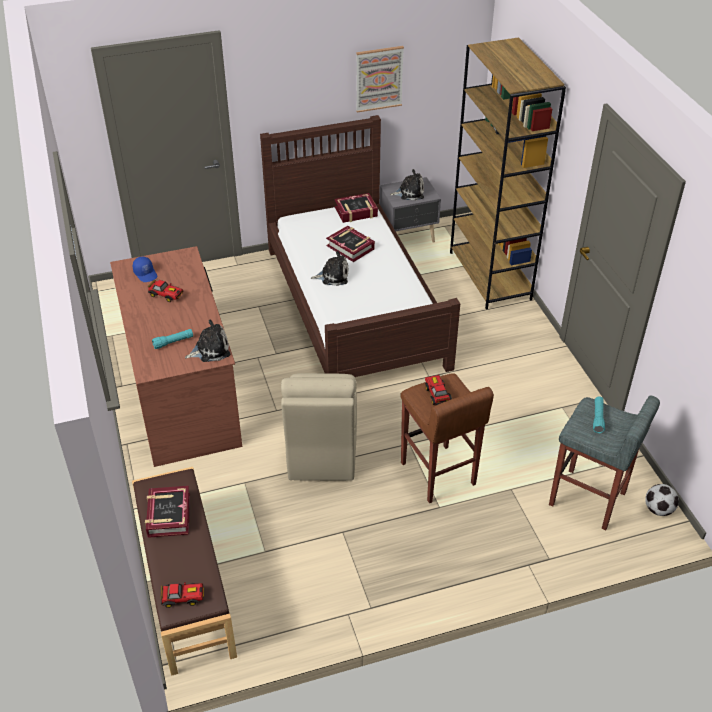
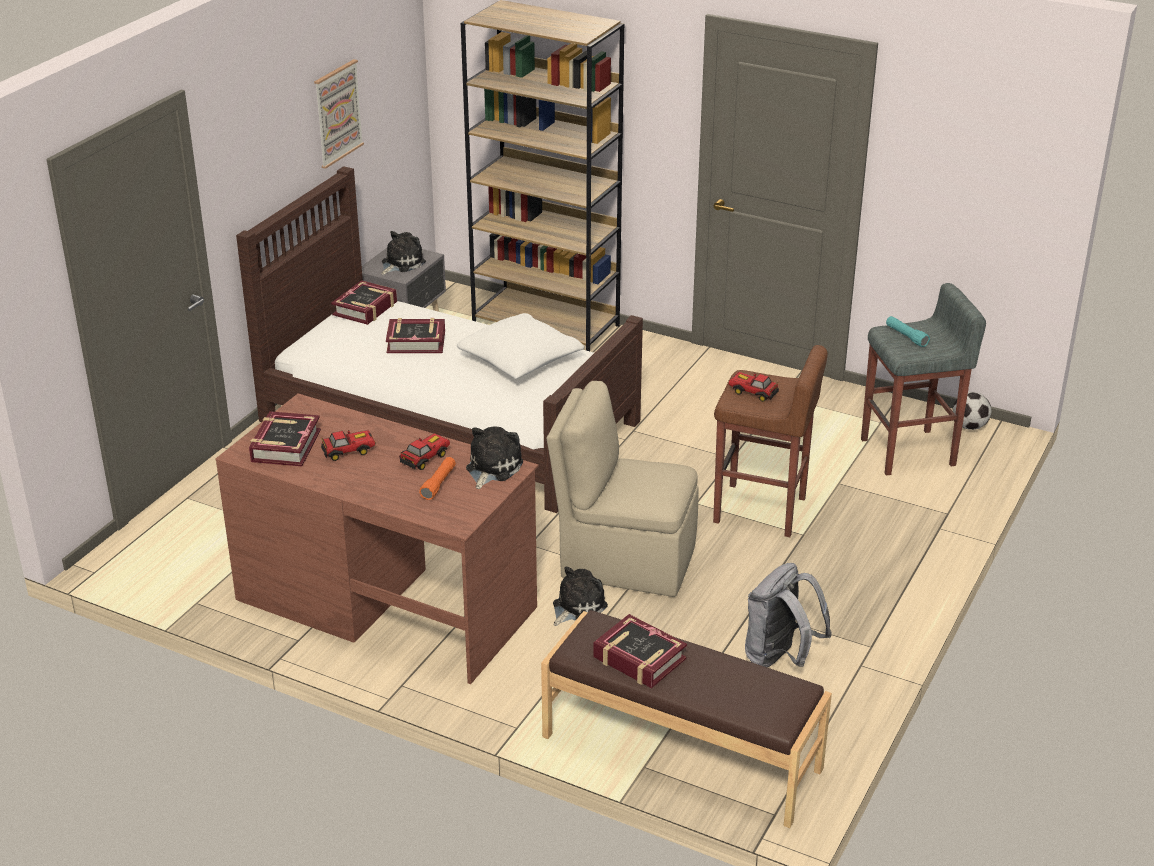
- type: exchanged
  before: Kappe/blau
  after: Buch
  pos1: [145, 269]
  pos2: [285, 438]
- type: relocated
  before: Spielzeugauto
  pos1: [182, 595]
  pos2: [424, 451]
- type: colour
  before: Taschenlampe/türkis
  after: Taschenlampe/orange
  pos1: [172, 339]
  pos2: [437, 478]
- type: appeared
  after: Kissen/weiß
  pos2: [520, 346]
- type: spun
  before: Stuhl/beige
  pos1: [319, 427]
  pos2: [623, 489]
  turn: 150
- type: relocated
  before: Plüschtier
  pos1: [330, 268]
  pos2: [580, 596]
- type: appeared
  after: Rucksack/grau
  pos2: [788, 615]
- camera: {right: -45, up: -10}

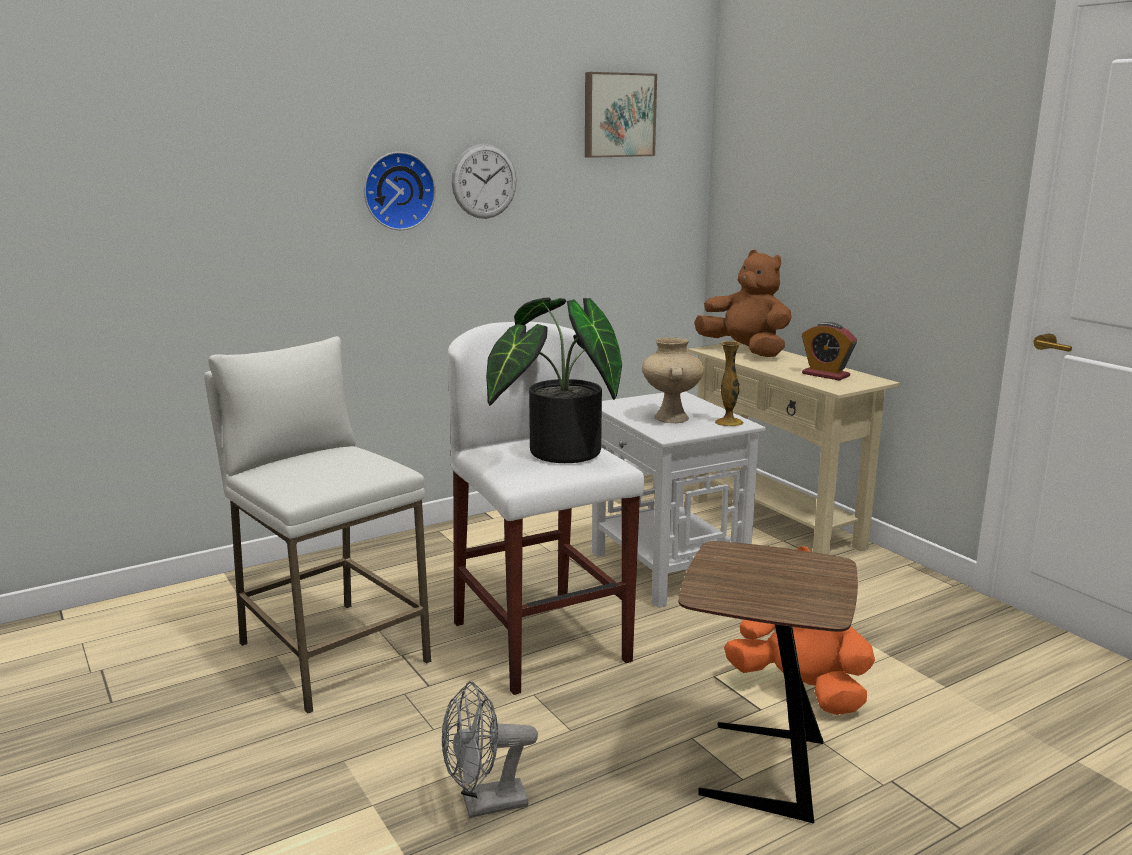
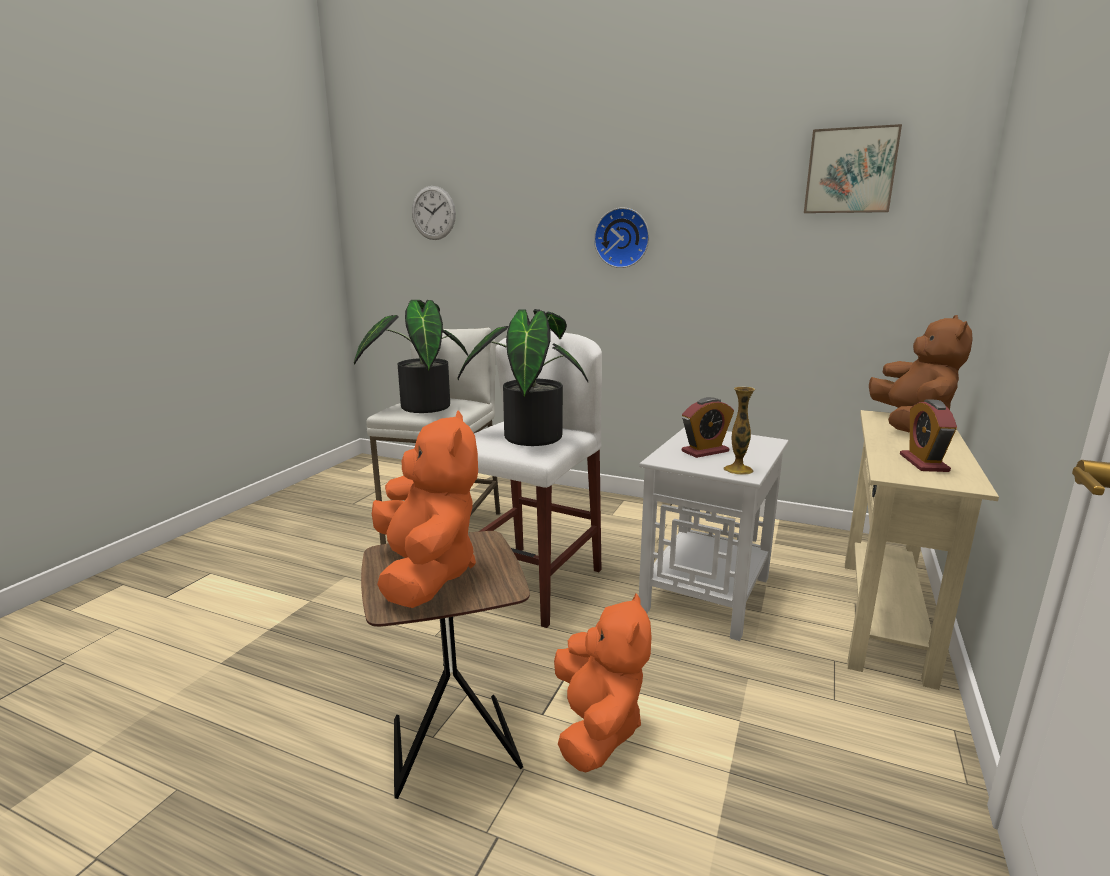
- type: appeared
  after: Topfpflanze
  pos2: [411, 356]
- type: appeared
  after: Plüschtier/orange
  pos2: [425, 509]
- type: relocated
  before: Wanduhr
  pos1: [484, 181]
  pos2: [434, 213]
- type: exchanged
  before: Vase/beige
  after: Wecker
  pos1: [673, 380]
  pos2: [708, 427]
- type: missing
  before: Ventilator/grau
  pos1: [490, 749]
- camera: {right: 55, up: 0}

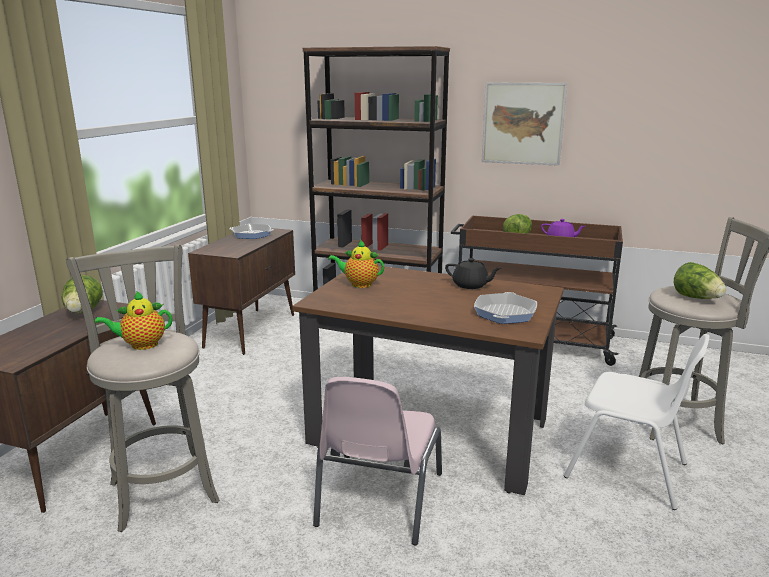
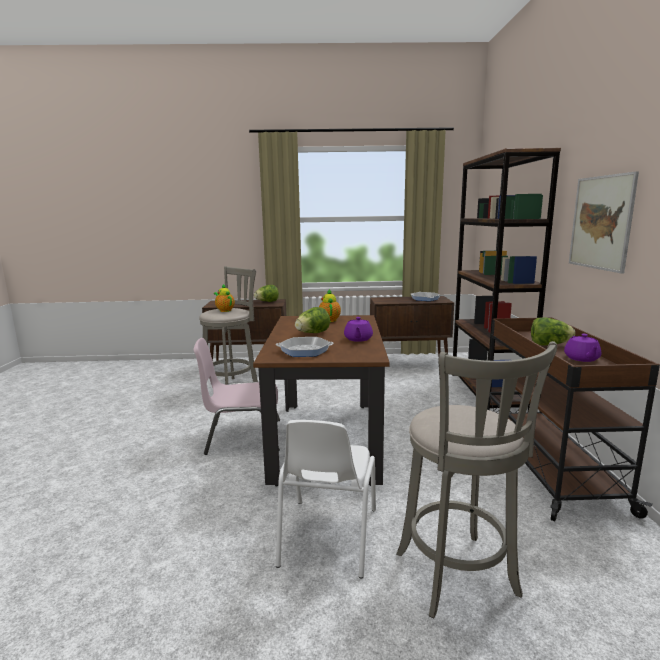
- type: relocated
  before: Salatkopf
  pos1: [700, 280]
  pos2: [312, 320]
- type: colour
  before: Teekanne/schwarz
  after: Teekanne/lila
  pos1: [473, 273]
  pos2: [358, 329]
- camera: {right: 70, up: -5}

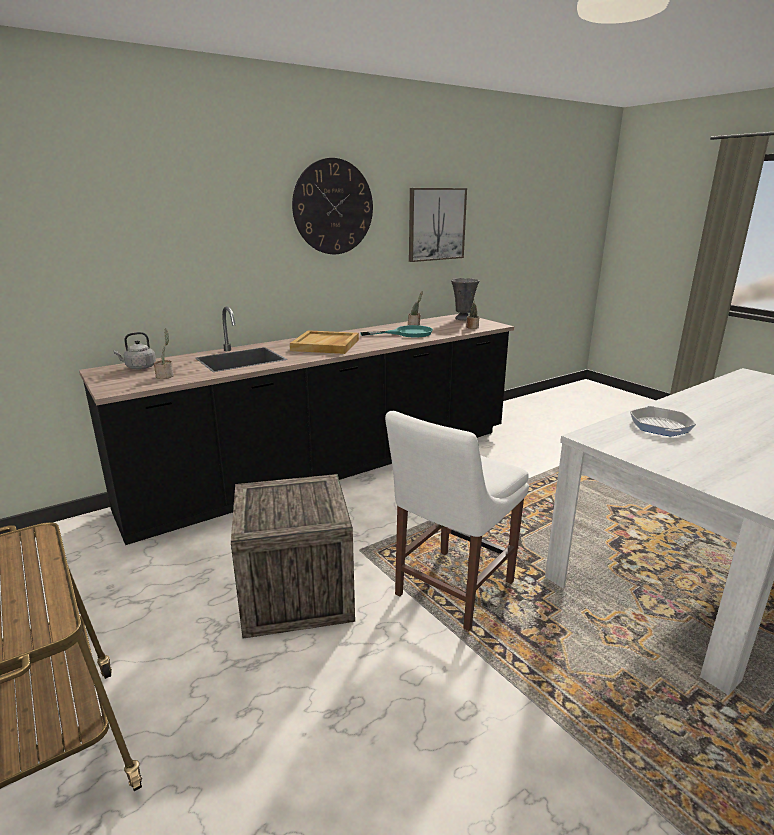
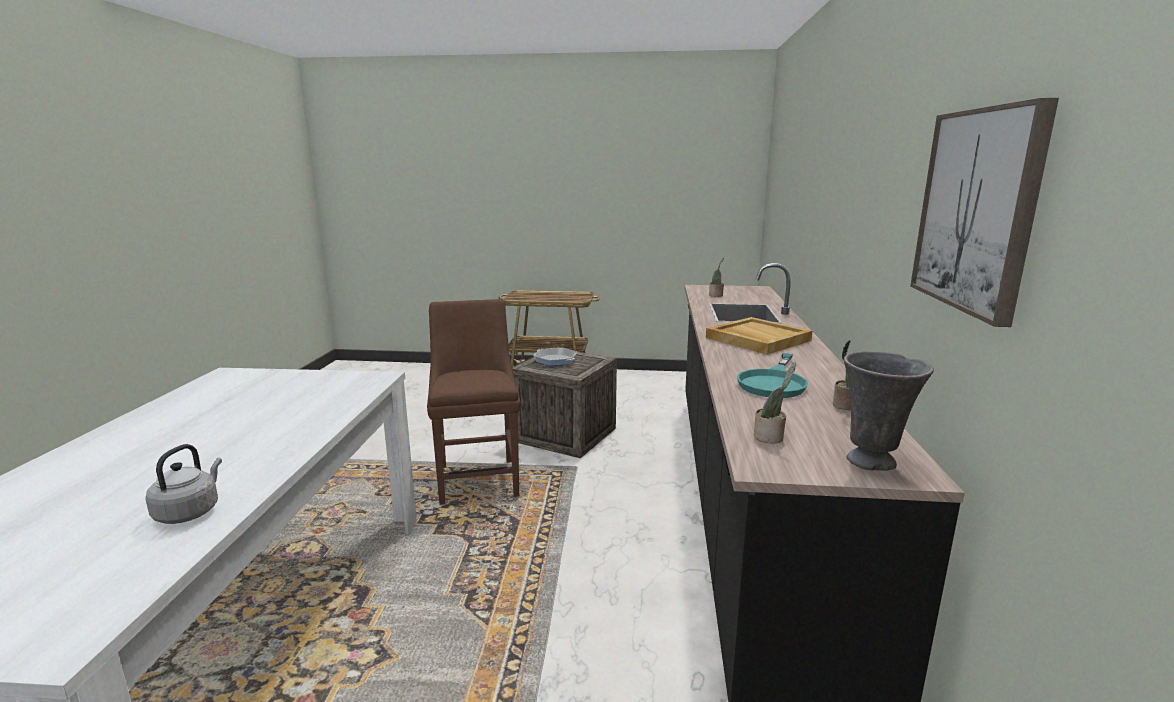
- type: relocated
  before: Wasserkessel/grau
  pos1: [134, 351]
  pos2: [184, 484]
- type: colour
  before: Stuhl/weiß
  after: Stuhl/braun
  pos1: [457, 521]
  pos2: [474, 402]
- type: relocated
  before: Pfanne
  pos1: [663, 421]
  pos2: [555, 356]
- type: missing
  before: Wanduhr
  pos1: [332, 206]
- camera: {right: 130, up: -5}

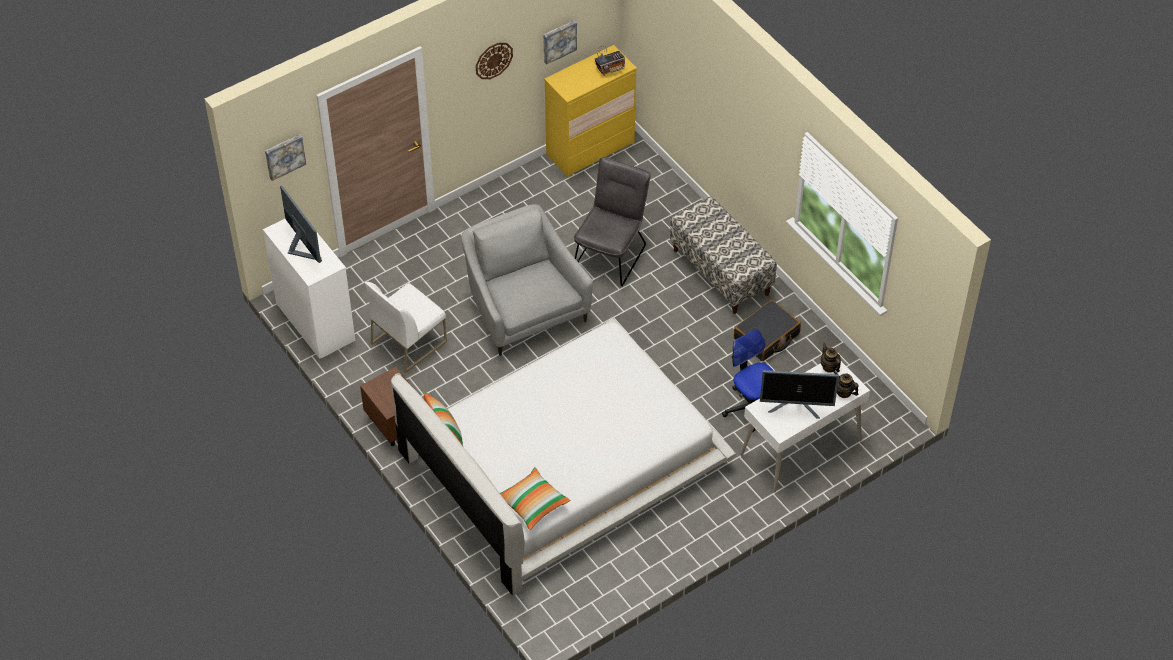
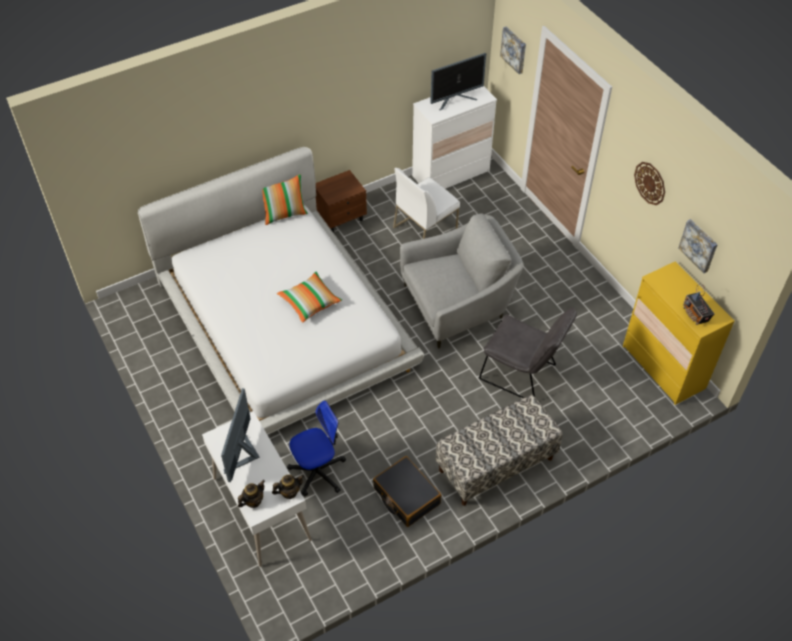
- type: relocated
  before: Kissen
  pos1: [535, 498]
  pos2: [309, 297]
- type: spun
  before: Stuhl/weiß
  pos1: [406, 327]
  pos2: [426, 203]
  turn: -90
- camera: {right: 95, up: 0}

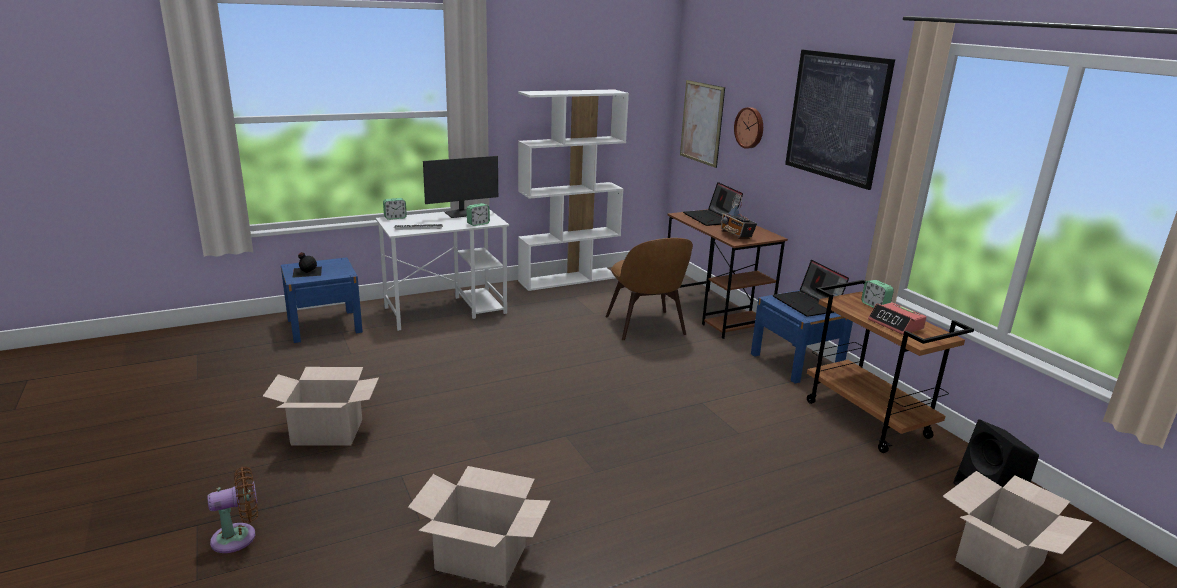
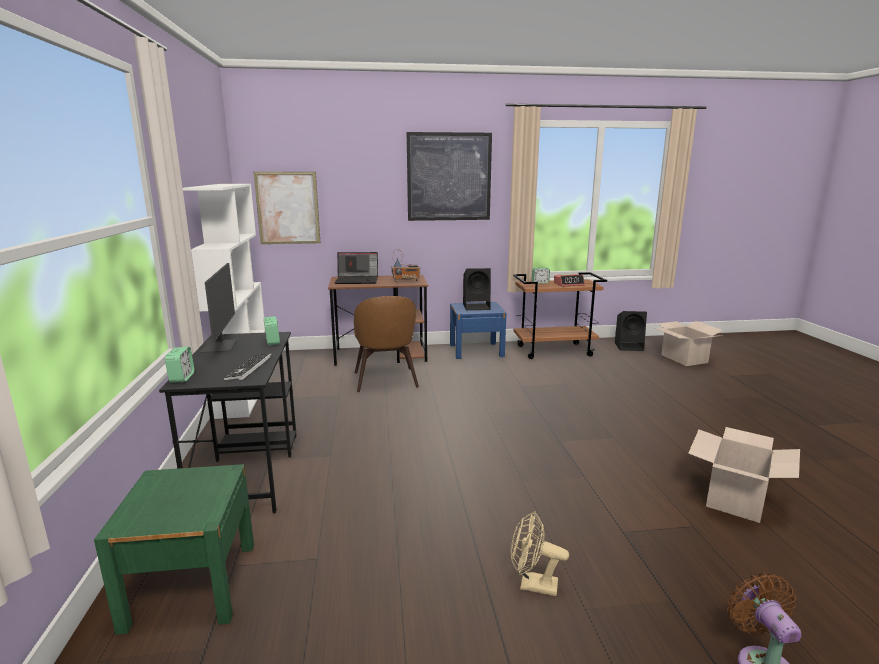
- type: colour
  before: Nachttisch/blau
  after: Nachttisch/grün
  pos1: [322, 300]
  pos2: [174, 549]
- type: colour
  before: Schreibtisch/weiß
  after: Schreibtisch/schwarz
  pos1: [442, 270]
  pos2: [228, 422]
- type: spun
  before: Stuhl/braun
  pos1: [649, 289]
  pos2: [386, 344]
  turn: 75
- type: exchanged
  before: Laptop
  after: Lautsprecher/schwarz
  pos1: [811, 288]
  pos2: [477, 289]
- type: exchanged
  before: Karton
  after: Ventilator/beige
  pos1: [321, 406]
  pos2: [540, 553]
- type: missing
  before: Flasche/schwarz
  pos1: [307, 265]
- type: missing
  before: Wanduhr
  pos1: [748, 128]
- camera: {right: -70, up: -5}

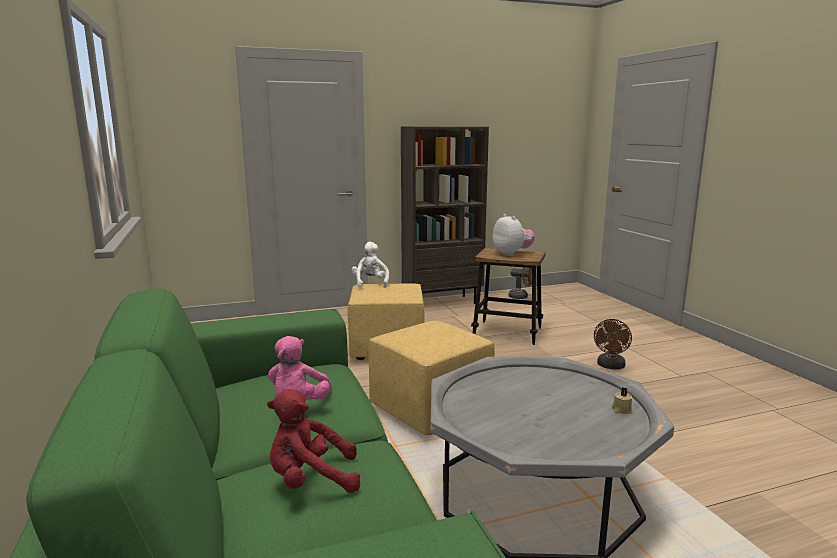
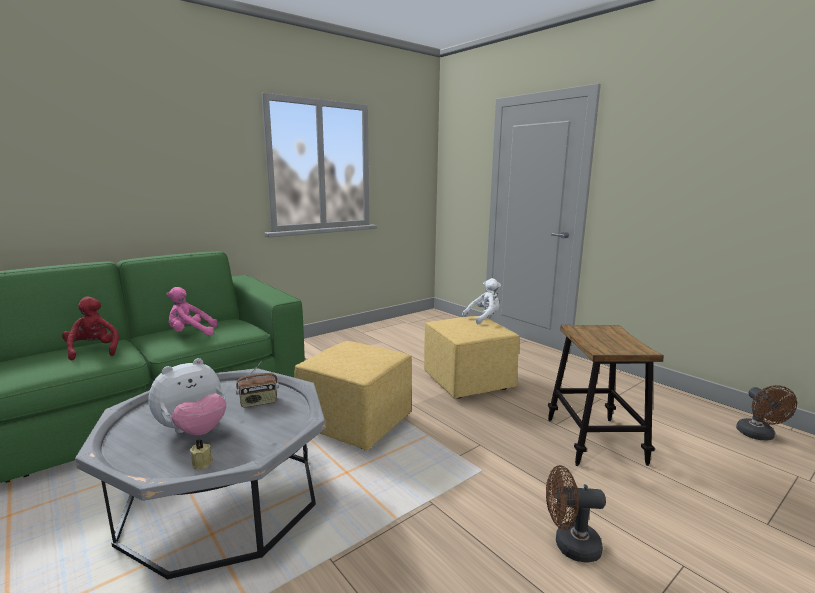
- type: relocated
  before: Plüschtier
  pos1: [513, 235]
  pos2: [187, 396]
- type: appeared
  after: Radio
  pos2: [257, 384]
- type: missing
  before: Bücherregal/braun
  pos1: [445, 215]
- camera: {right: 70, up: 0}

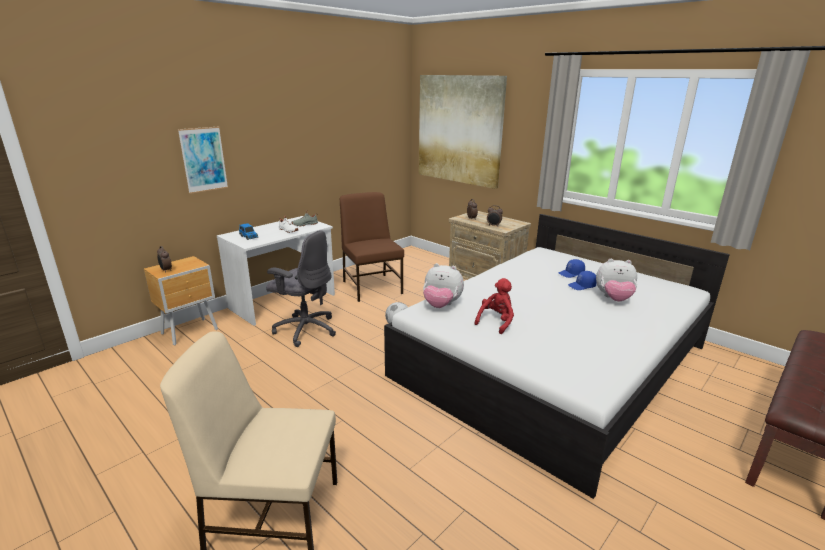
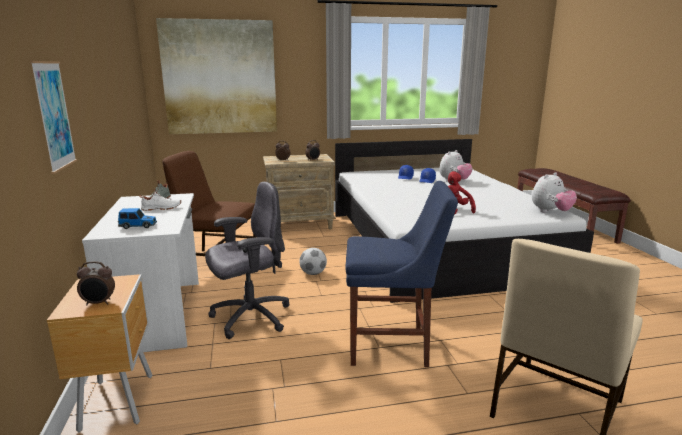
- type: appeared
  after: Stuhl/blau
  pos2: [401, 274]
- type: relocated
  before: Plüschtier
  pos1: [443, 285]
  pos2: [554, 192]
- camera: {right: -55, up: -5}

